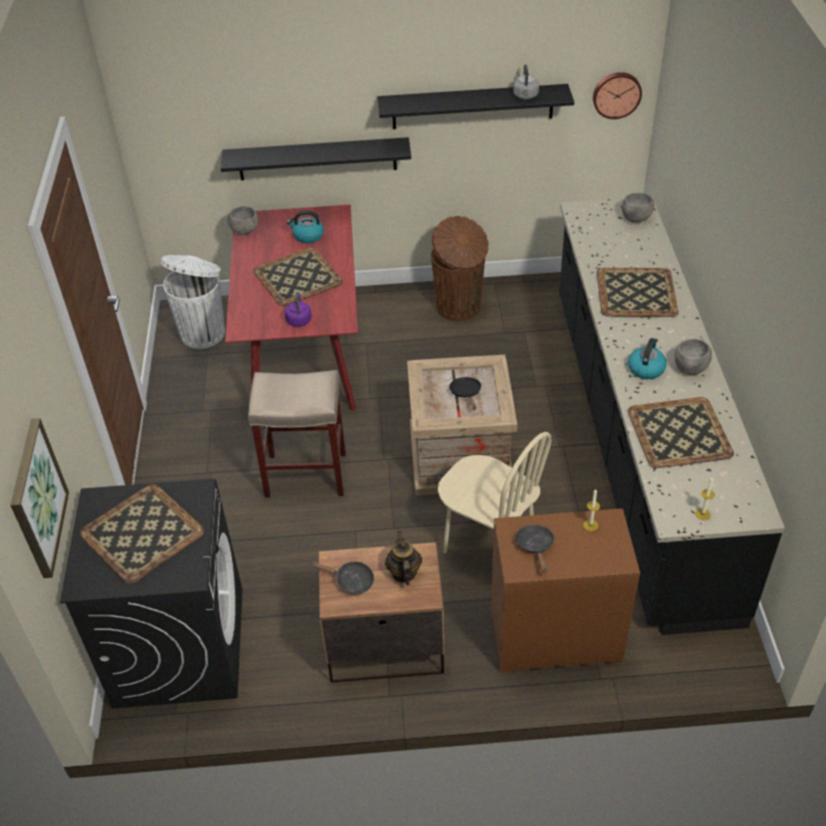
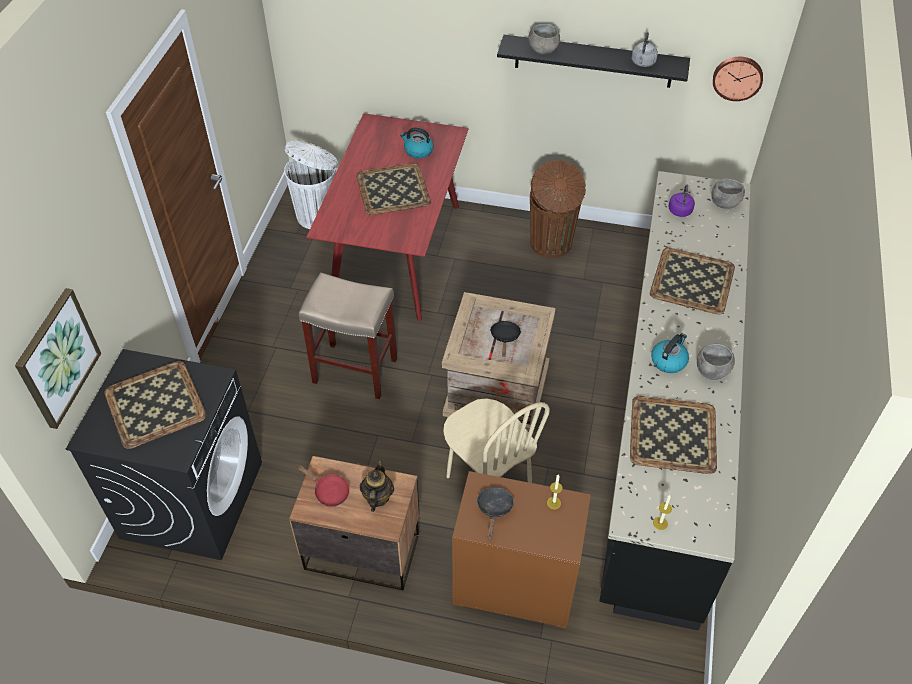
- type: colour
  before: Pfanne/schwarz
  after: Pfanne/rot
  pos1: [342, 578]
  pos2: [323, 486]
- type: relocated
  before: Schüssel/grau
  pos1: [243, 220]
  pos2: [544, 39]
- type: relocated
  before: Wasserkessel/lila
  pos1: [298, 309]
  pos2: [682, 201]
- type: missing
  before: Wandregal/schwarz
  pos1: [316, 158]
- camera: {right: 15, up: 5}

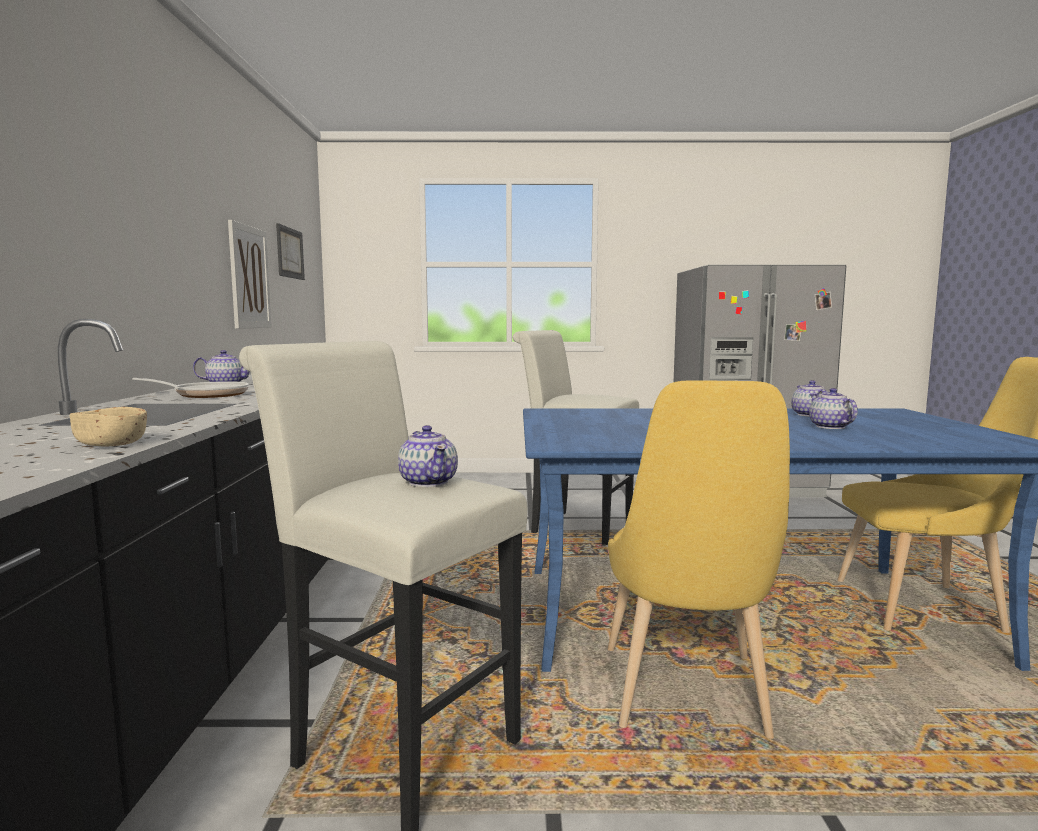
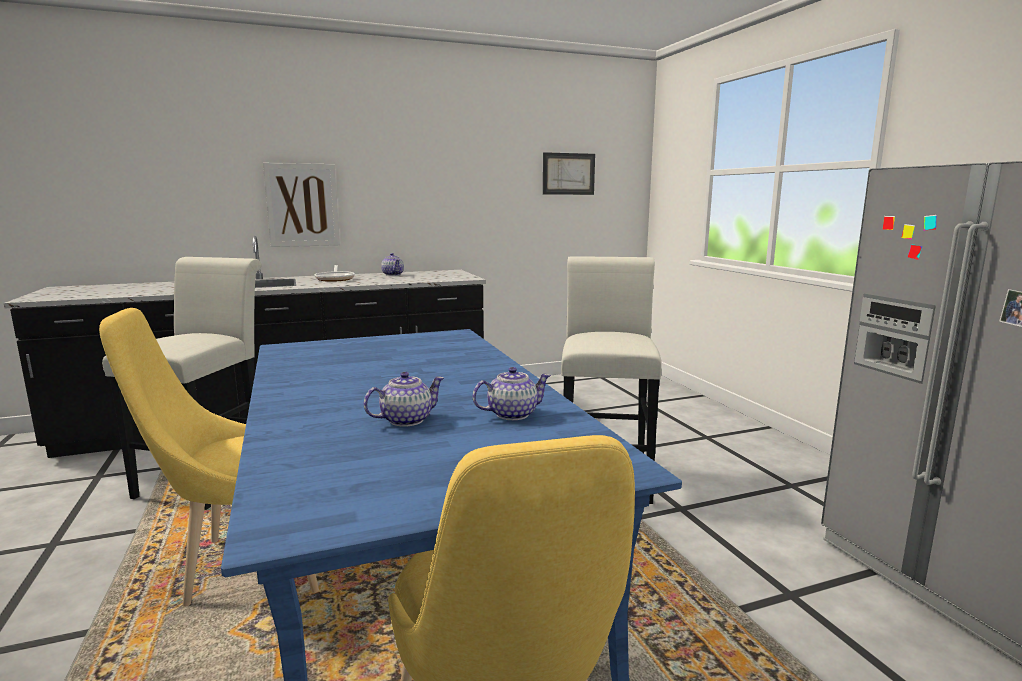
- type: relocated
  before: Bild
  pos1: [249, 274]
  pos2: [301, 205]
- type: missing
  before: Schüssel/beige
  pos1: [108, 426]
- type: missing
  before: Teekanne
  pos1: [428, 456]
- camera: {right: 70, up: 5}

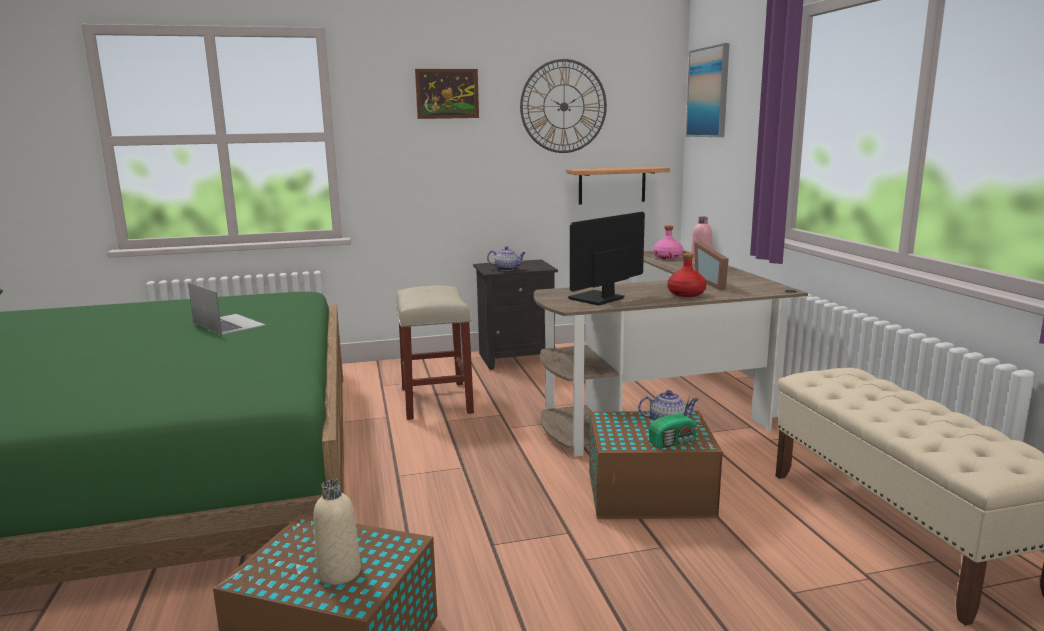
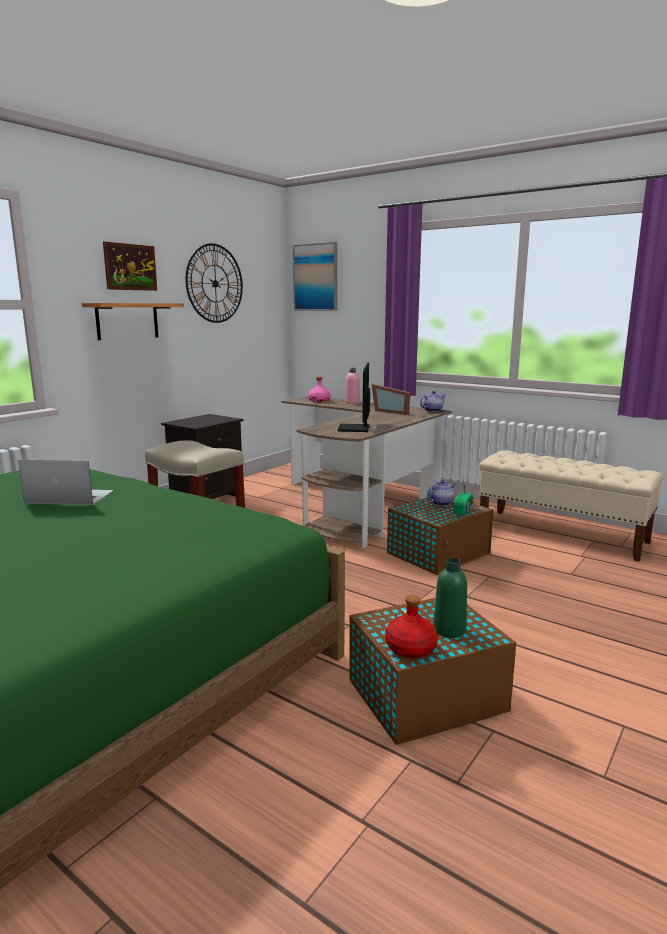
- type: relocated
  before: Wandregal
  pos1: [618, 186]
  pos2: [133, 321]
- type: relocated
  before: Flasche/rot
  pos1: [687, 275]
  pos2: [411, 626]
- type: relocated
  before: Teekanne
  pos1: [506, 258]
  pos2: [433, 401]
- type: colour
  before: Flasche/beige
  after: Flasche/grün
  pos1: [337, 532]
  pos2: [450, 598]
- camera: {right: -40, up: 0}

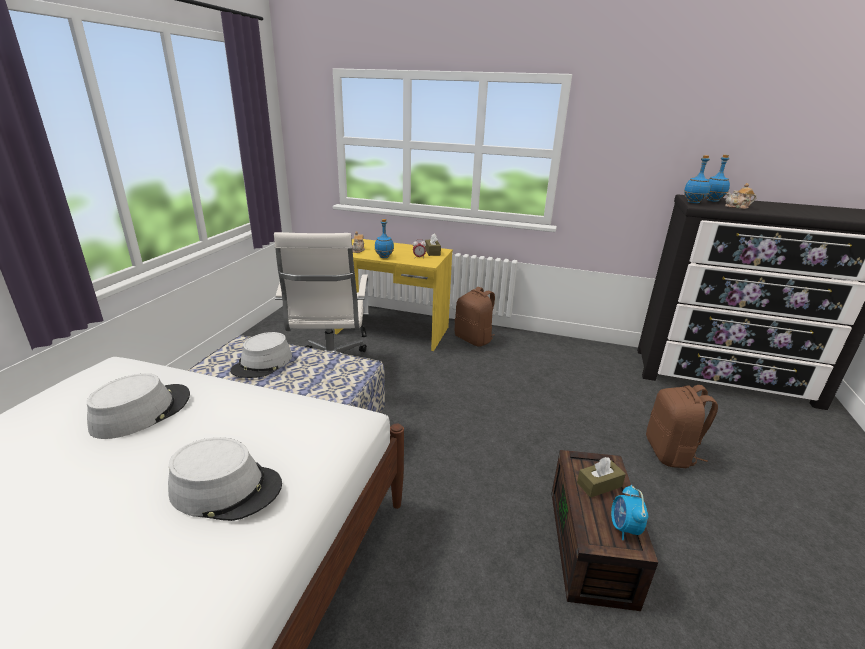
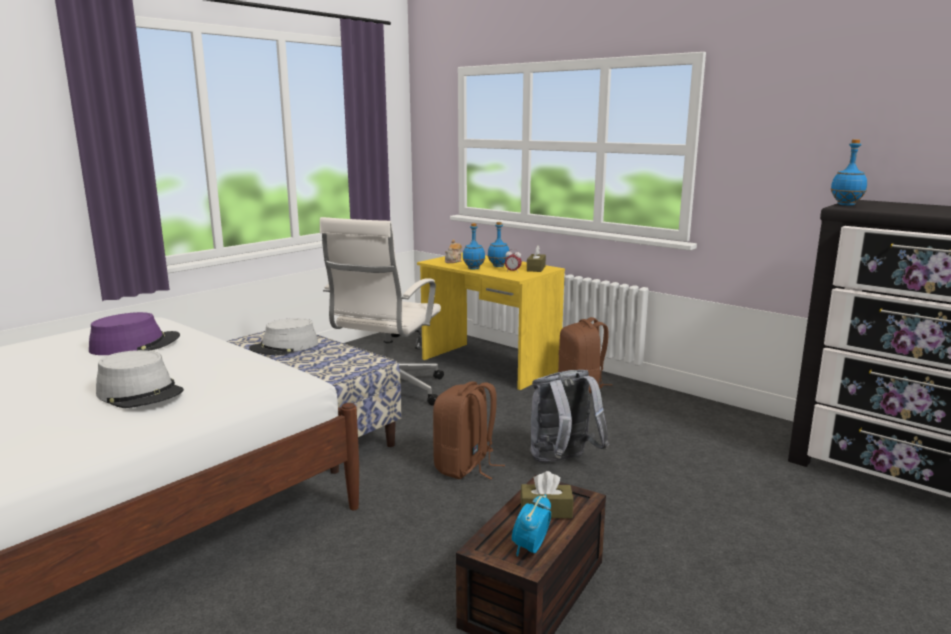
- type: colour
  before: Hut/grau
  after: Hut/lila
  pos1: [138, 406]
  pos2: [134, 333]
- type: relocated
  before: Rucksack/braun
  pos1: [682, 426]
  pos2: [469, 431]
- type: relocated
  before: Flasche/blau
  pos1: [718, 178]
  pos2: [499, 244]
- type: appeared
  after: Rucksack/grau
  pos2: [569, 416]
- type: missing
  before: Teekanne
  pos1: [741, 196]
- camera: {right: 25, up: -10}

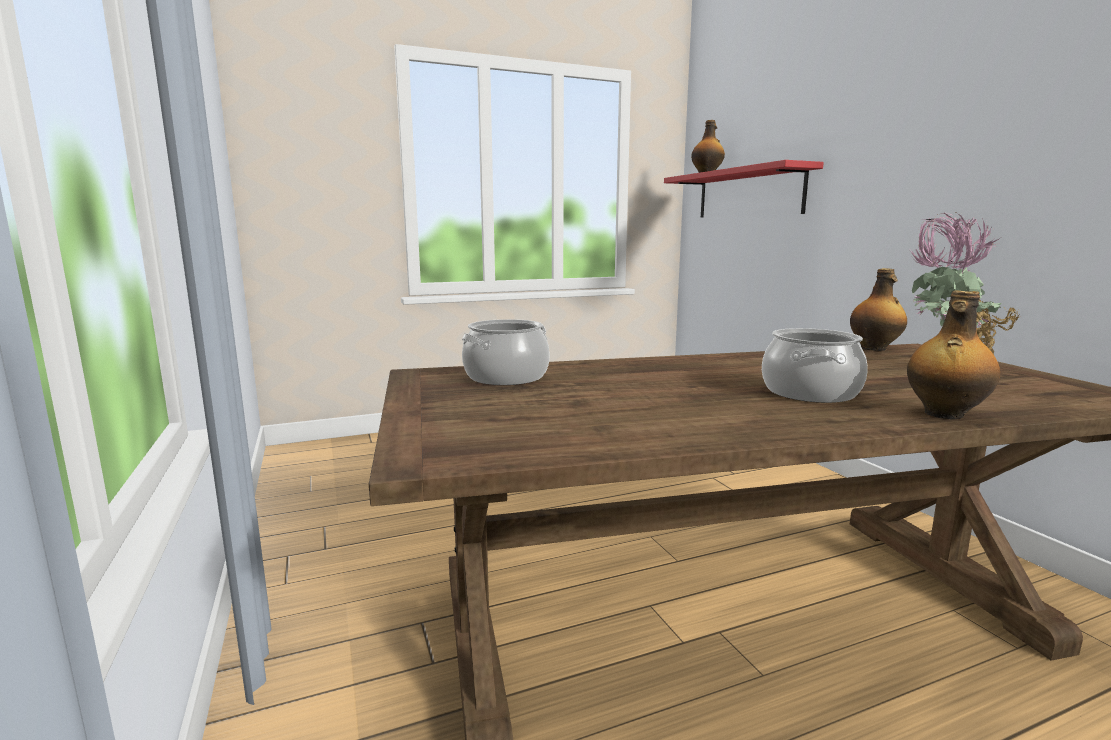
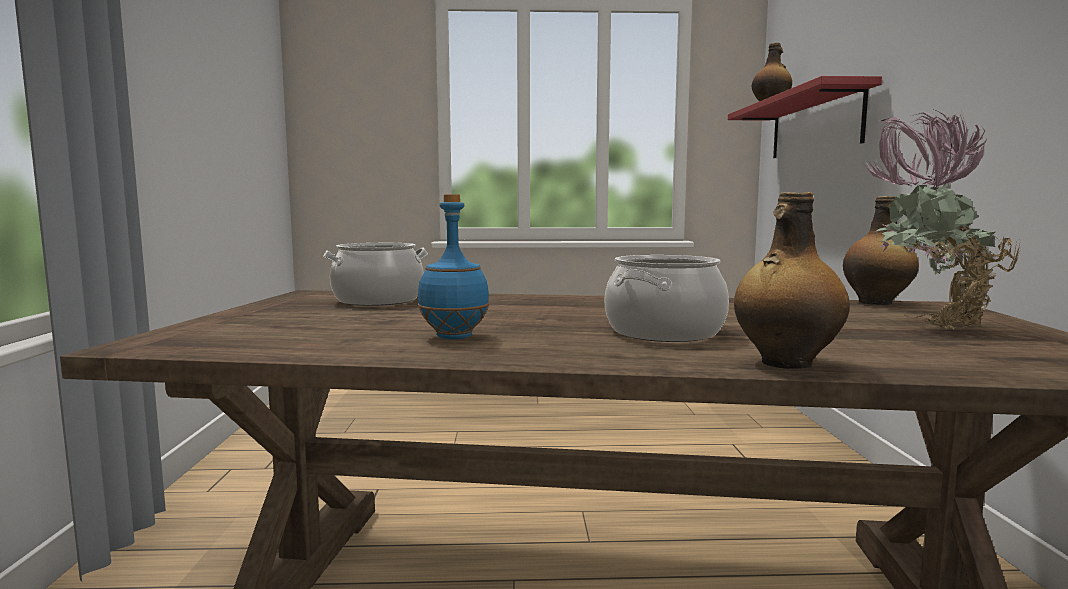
- type: appeared
  after: Flasche/blau
  pos2: [453, 266]
- camera: {right: 20, up: -5}

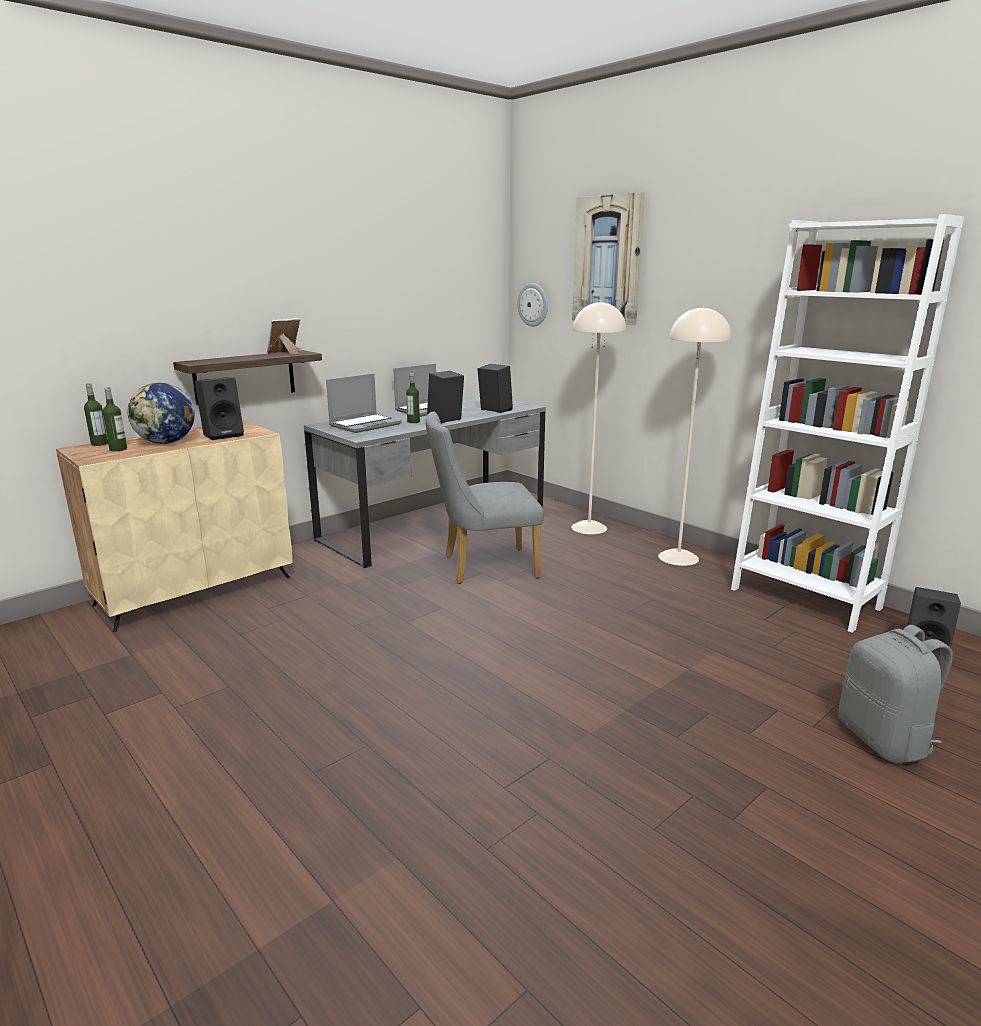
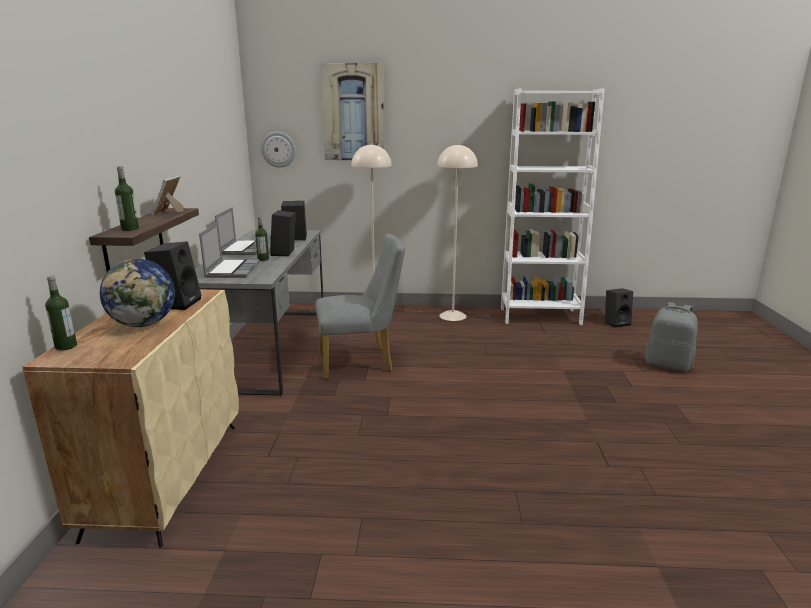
- type: relocated
  before: Flasche
  pos1: [114, 419]
  pos2: [127, 198]
- type: spun
  before: Stuhl/grau
  pos1: [485, 497]
  pos2: [360, 306]
  turn: -135
- camera: {right: -45, up: 0}

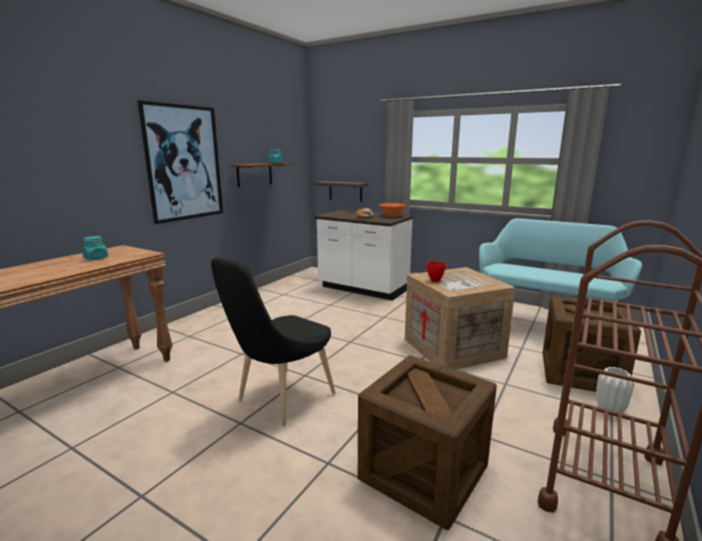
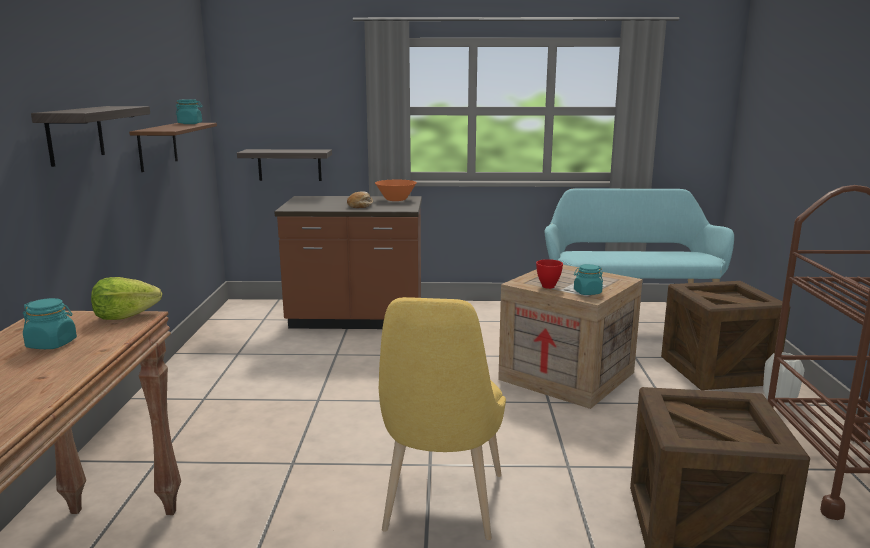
- type: exchanged
  before: Bild
  after: Wandregal
  pos1: [180, 162]
  pos2: [90, 136]
- type: appeared
  after: Salatkopf
  pos2: [126, 298]
- type: colour
  before: Küchenzeile/weiß
  after: Küchenzeile/braun
  pos1: [363, 255]
  pos2: [348, 262]
- type: colour
  before: Stuhl/schwarz
  after: Stuhl/gelb
  pos1: [273, 341]
  pos2: [442, 418]
- type: appeared
  after: Vorratsglas/türkis
  pos2: [588, 279]
- camera: {right: -30, up: 0}

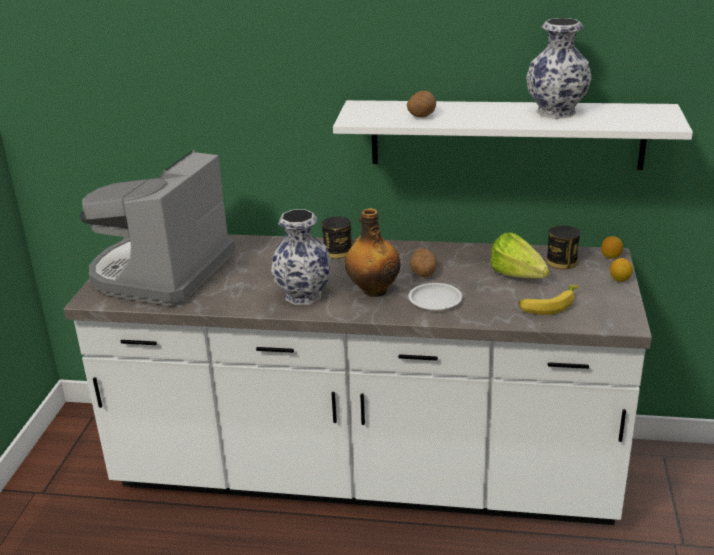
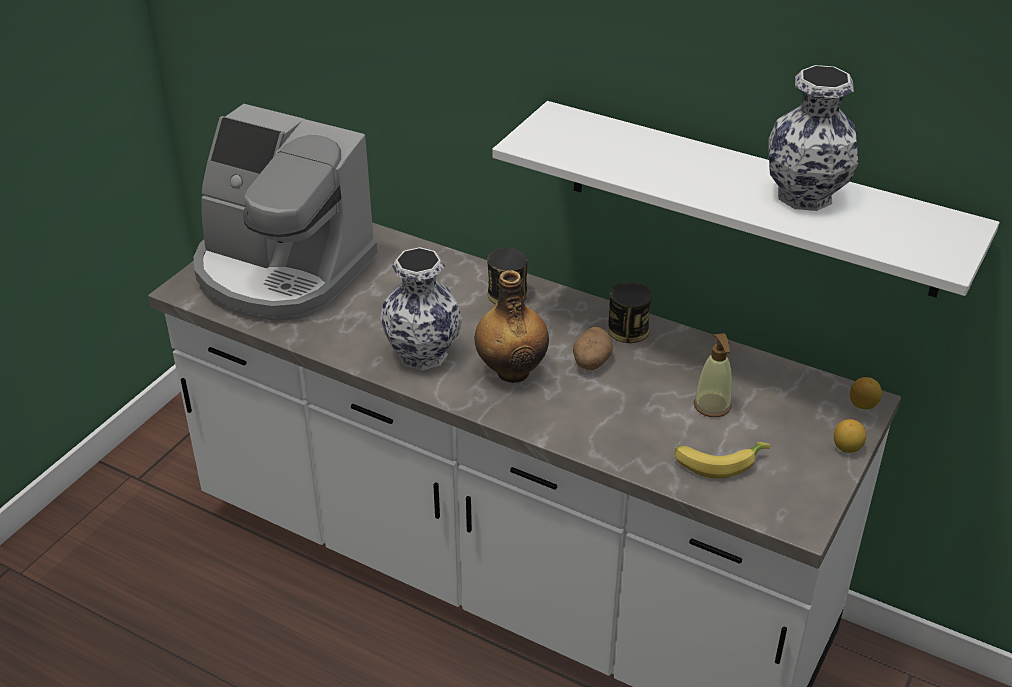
- type: spun
  before: Kaffeemaschine
  pos1: [157, 228]
  pos2: [285, 212]
  turn: -105
- type: relocated
  before: Dose
  pos1: [563, 247]
  pos2: [630, 312]
- type: exchanged
  before: Salatkopf
  after: Seifenspender
  pos1: [519, 255]
  pos2: [713, 375]
- type: missing
  before: Kartoffel
  pos1: [421, 104]
- type: missing
  before: Teller/weiß
  pos1: [435, 296]
- camera: {right: 20, up: 10}

